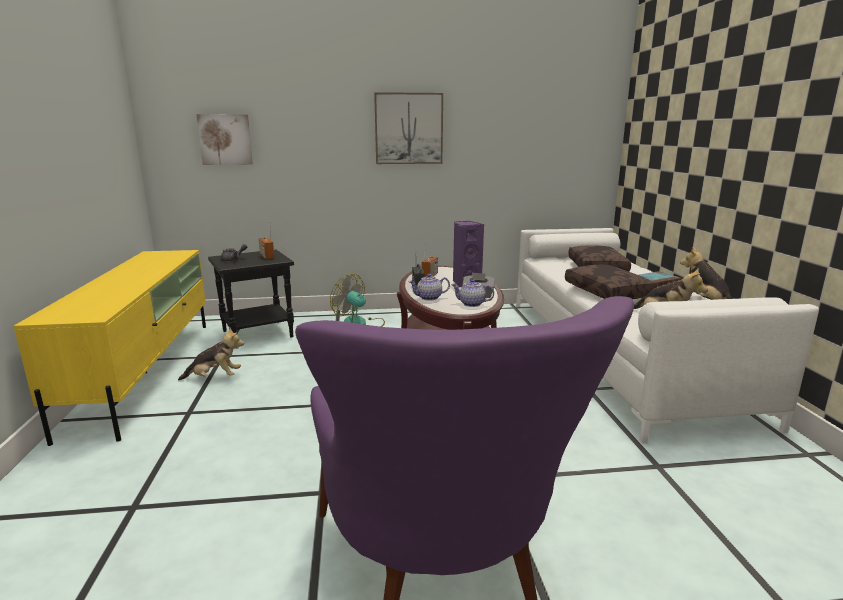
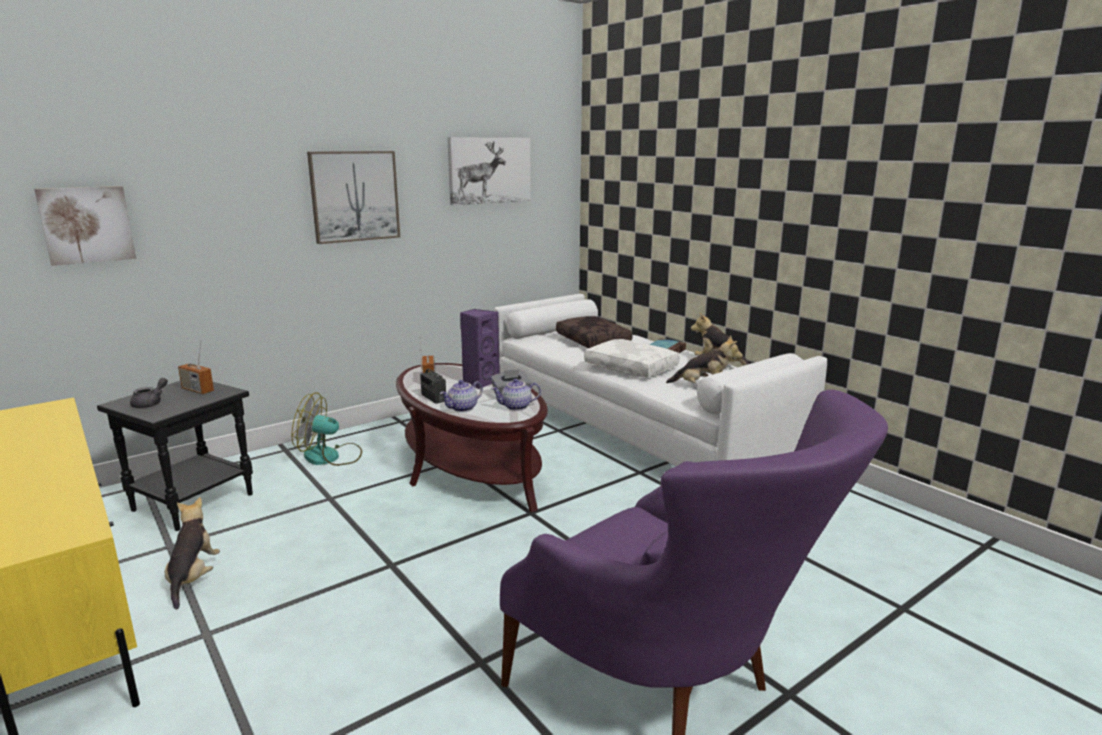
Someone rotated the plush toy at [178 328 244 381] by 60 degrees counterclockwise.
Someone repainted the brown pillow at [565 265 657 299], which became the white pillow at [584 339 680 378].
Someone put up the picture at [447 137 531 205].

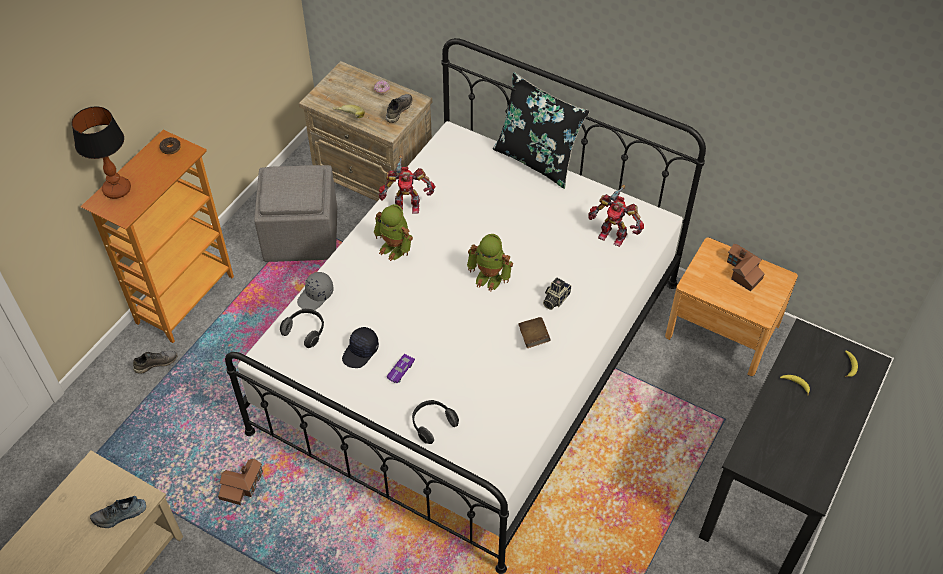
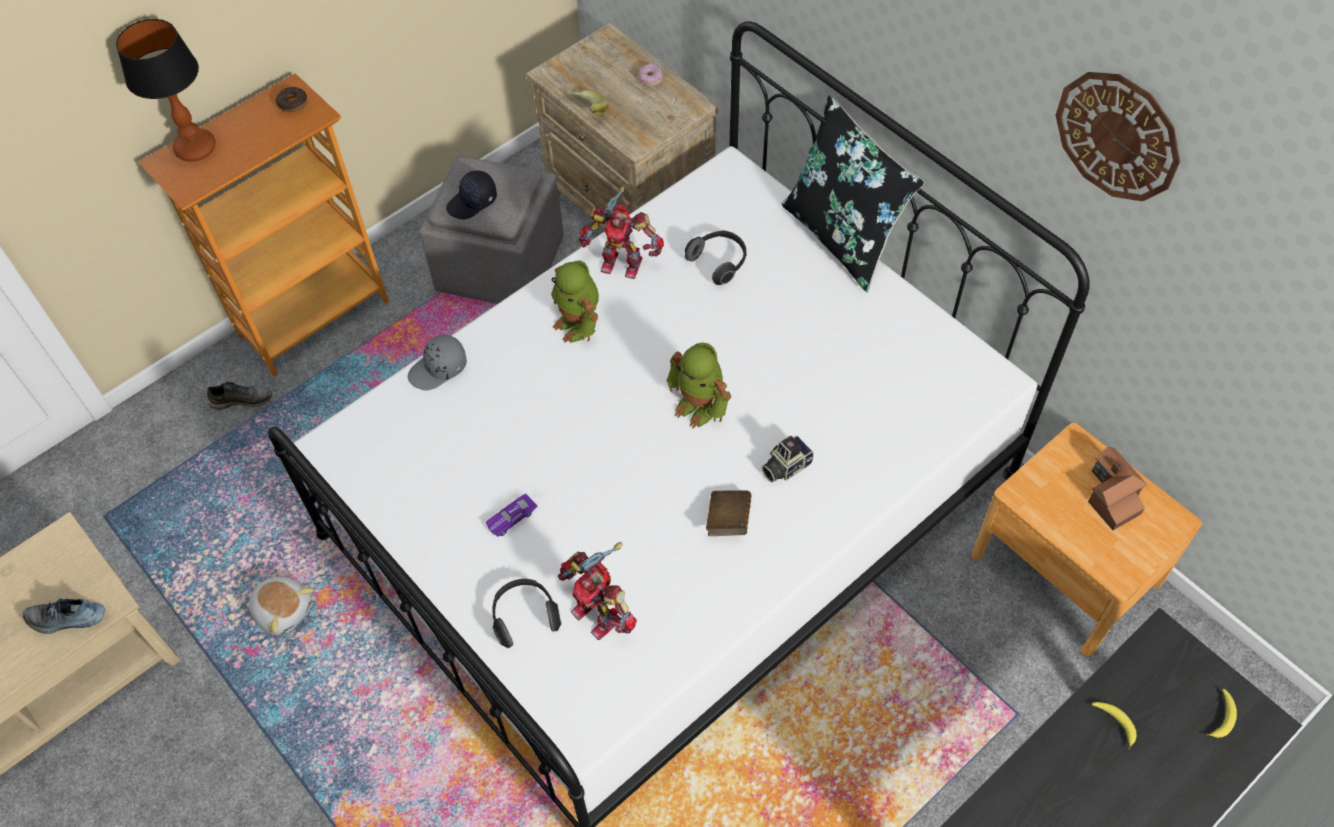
Someone swapped the toy house at [218 459 263 505] for the plush toy at [248 576 314 635].
Someone carried the headphones from [280 309 324 348] to [685 230 747 285].
Someone carried the black cap from [342 327 379 368] to [446 171 497 220].
Someone took away the grey shoe at [386 94 412 123].
Someone carried the toy robot from [589 185 644 247] to [558 542 637 640].
Someone put up the wall clock at [1055 72 1180 201].

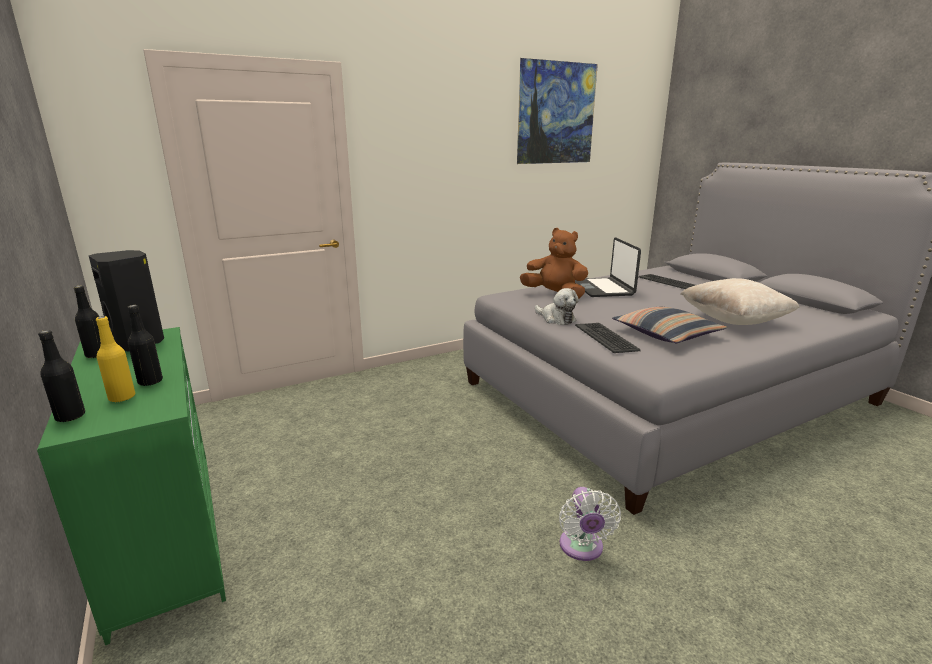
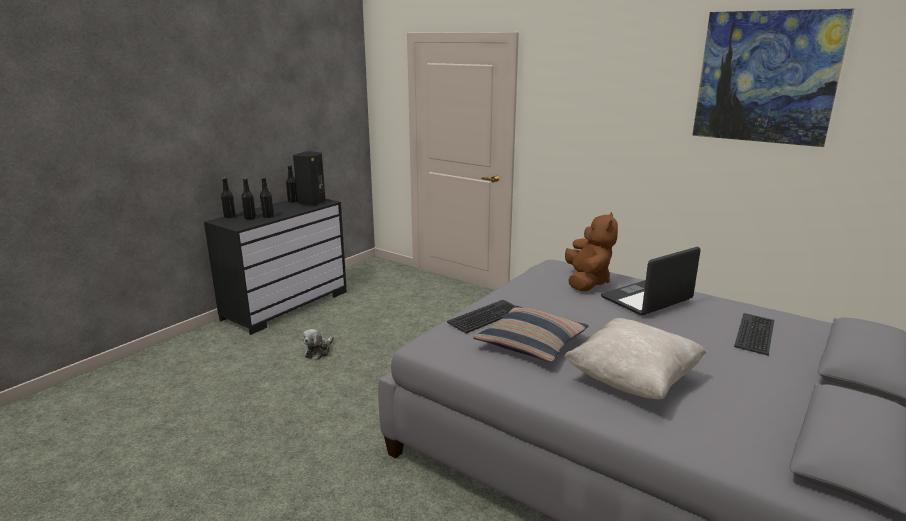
Someone repainted the green dresser at [37 327 226 645], which became the black dresser at [204 199 347 335].
Someone repainted the yellow bottle at [96 316 135 402], which became the black bottle at [242 178 256 219].
Someone carried the plush toy from [535 288 579 325] to [302 329 334 360].
Someone took away the white fan at [559 487 621 561].

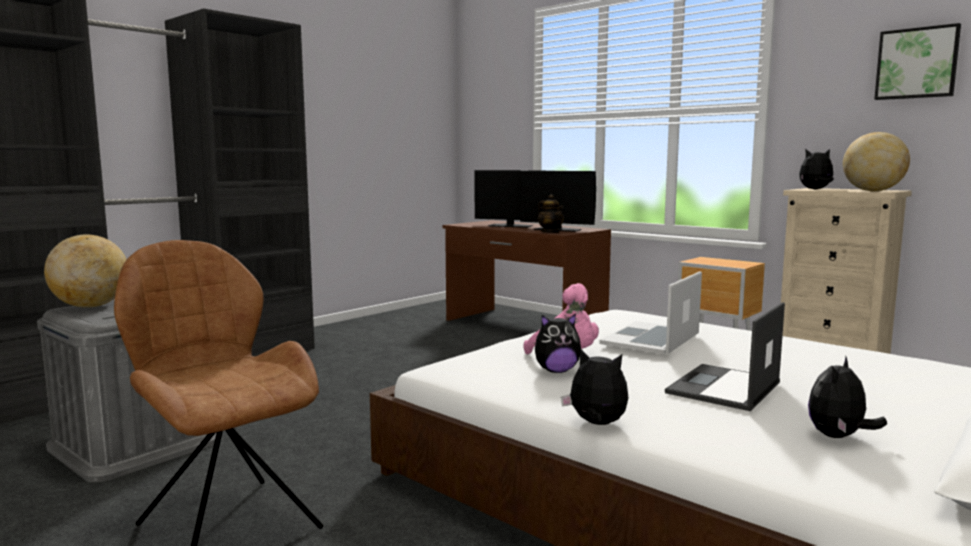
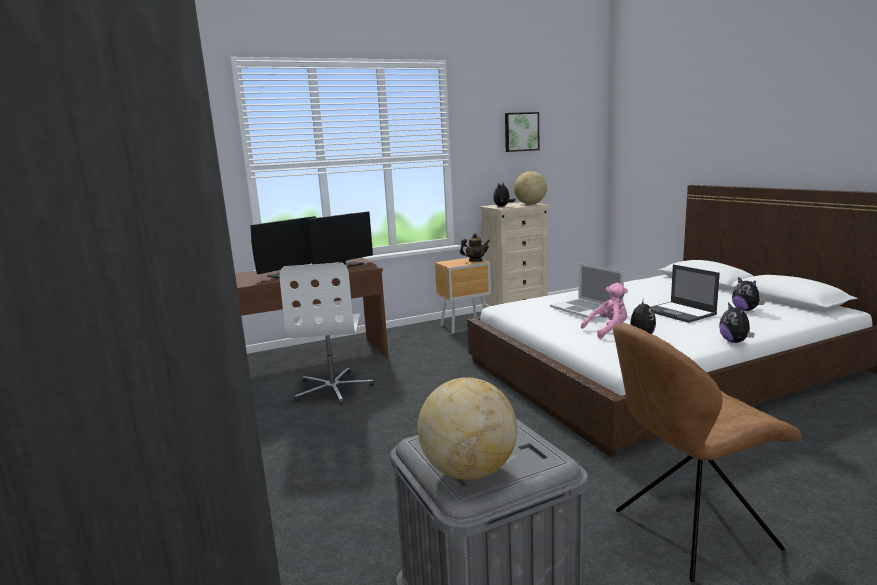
Someone carried the teapot from [538 194 564 233] to [460 233 490 262].
Someone rotated the plush toy at [561 349 629 425] by 60 degrees counterclockwise.
Someone put down the white office chair at [280 263 374 405].

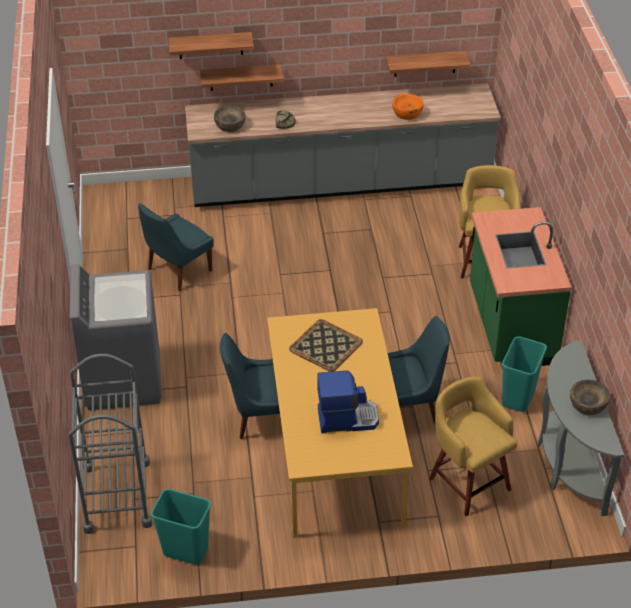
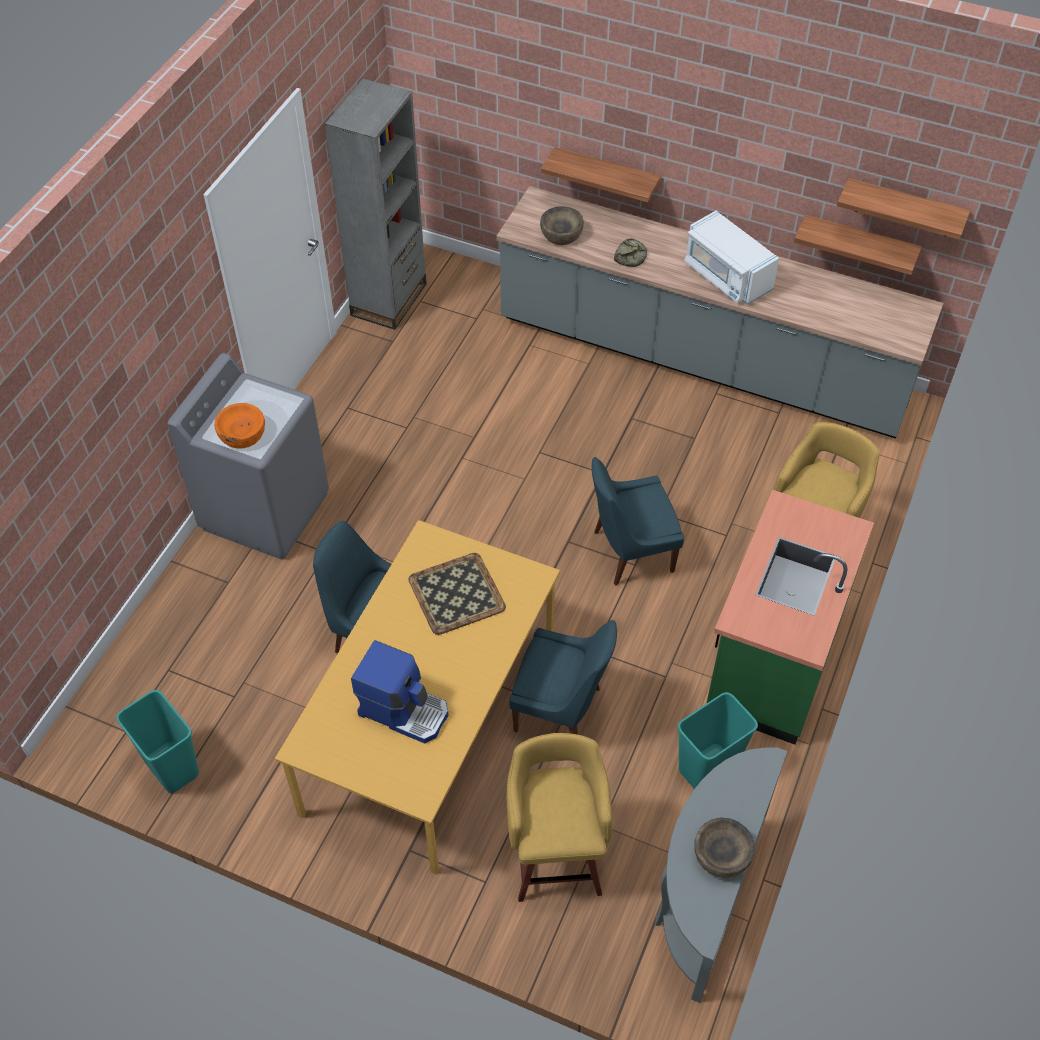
Someone took away the grey cart at [68 354 153 534].
Someone carried the blue chair from [138 203 214 291] to [592 457 684 585].
Someone carried the shelf from [168 32 254 59] to [837 178 970 240].
Someone carried the orange bowl from [392 94 424 120] to [214 403 265 448].
Someone put down the grey bookcase at [325 78 427 330].
Someone put down the white microwave at [684 211 779 304].

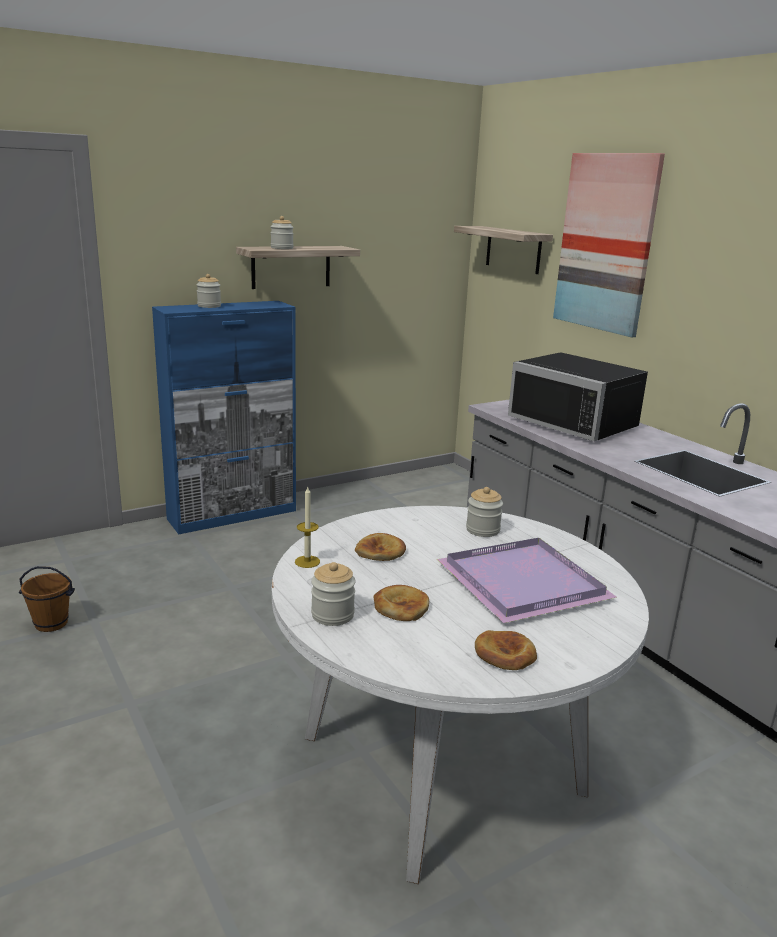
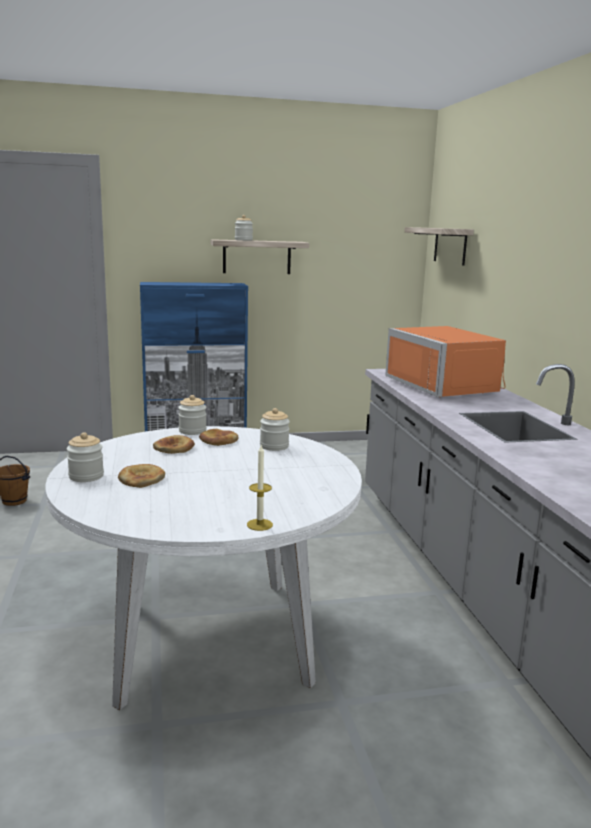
Someone carried the jar from [196 274 221 308] to [178 395 207 435].
Someone carried the candle from [295 487 320 568] to [247 445 273 531].
Someone took away the purple tray at [437 538 617 623].
Someone carried the bread from [475 630 537 670] to [199 429 238 446].
Someone repainted the black microwave at [508 352 648 441], which became the orange microwave at [385 326 506 397].
Someone took away the picture at [553 153 665 337].

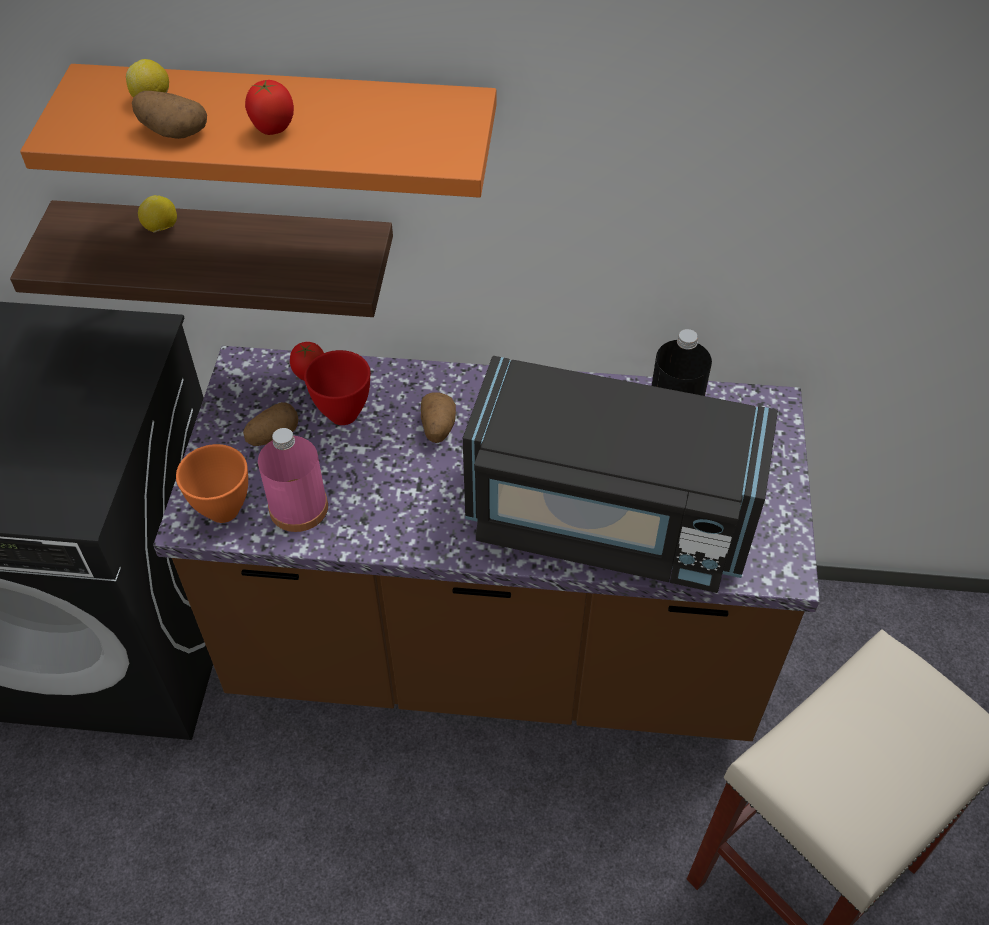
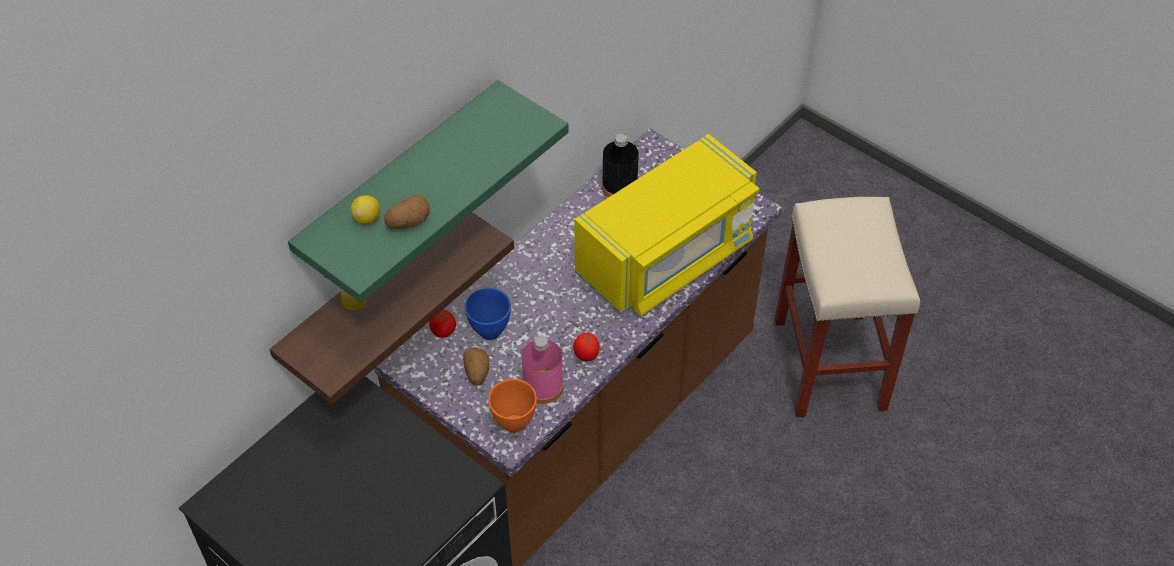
Someone repainted the orange shelf at [20 64 496 198], which became the green shelf at [288 80 568 303].
Someone carried the tomato from [245 80 294 135] to [573 333 600 361].
Someone repainted the red bowl at [304 350 371 425], which became the blue bowl at [465 288 511 340].
Someone took away the potato at [421 392 456 443].
Someone repainted the black microwave at [463 356 778 593], which became the yellow microwave at [574 134 760 316].

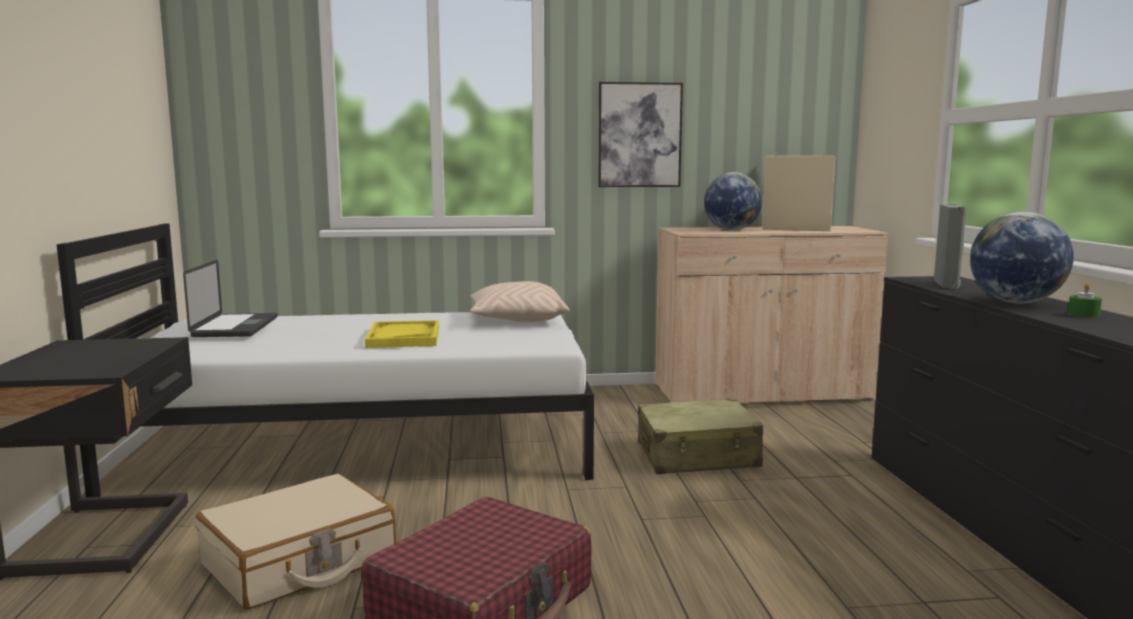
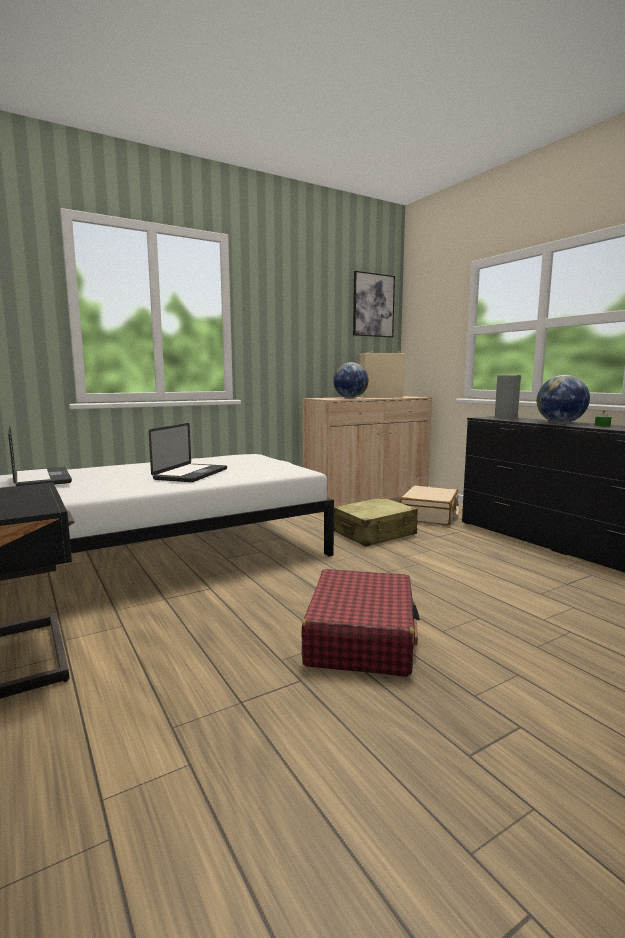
Someone carried the beige suitcase from [195 474 396 610] to [400 485 459 525].
Someone swapped the yellow tray at [365 320 439 348] for the laptop at [149 423 227 482].
Someone took away the beige pillow at [470 281 570 322].
Someone carried the picture from [598 82 683 187] to [353 271 395 338].

